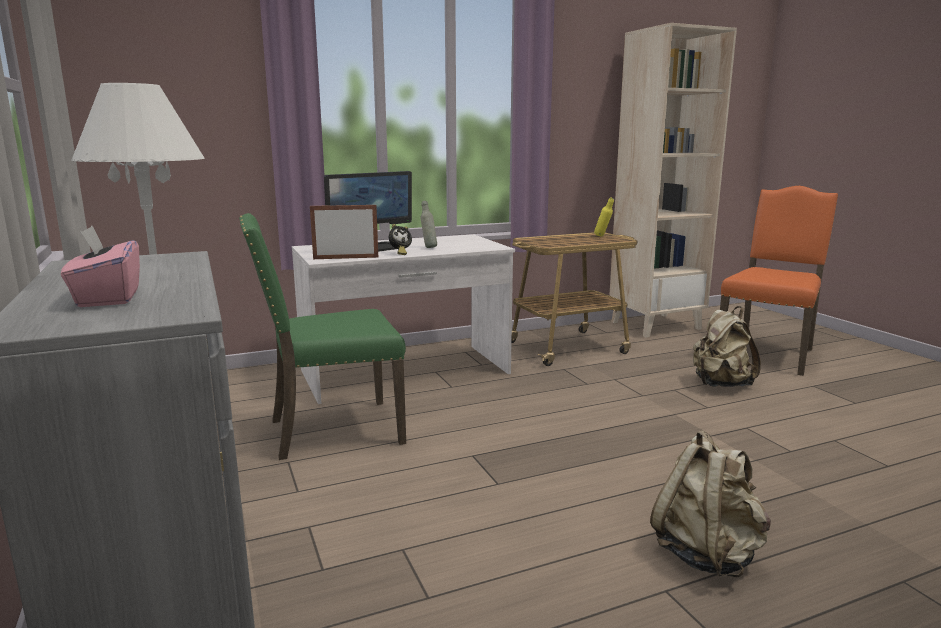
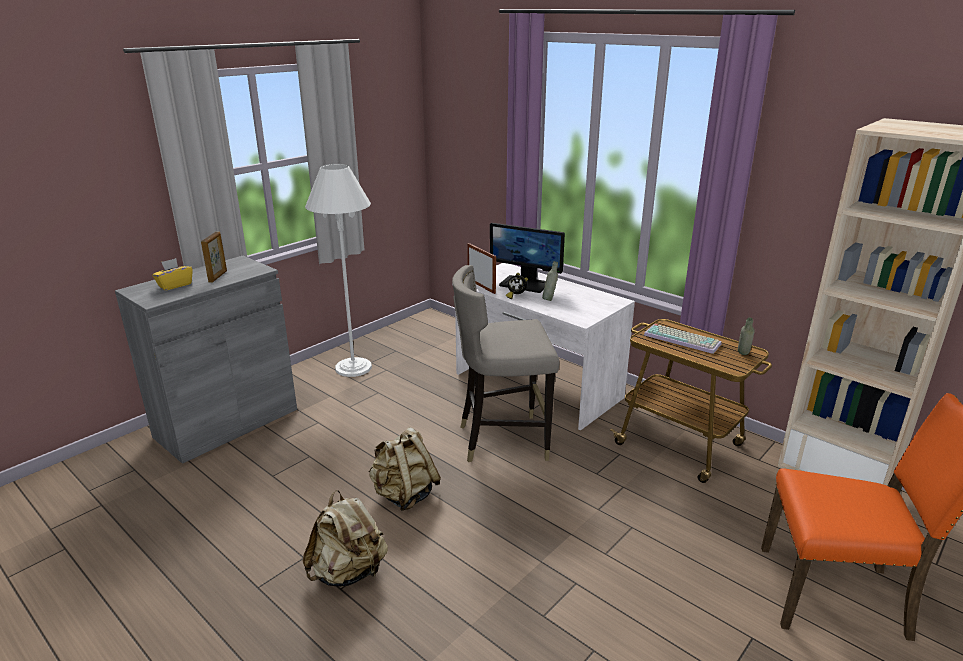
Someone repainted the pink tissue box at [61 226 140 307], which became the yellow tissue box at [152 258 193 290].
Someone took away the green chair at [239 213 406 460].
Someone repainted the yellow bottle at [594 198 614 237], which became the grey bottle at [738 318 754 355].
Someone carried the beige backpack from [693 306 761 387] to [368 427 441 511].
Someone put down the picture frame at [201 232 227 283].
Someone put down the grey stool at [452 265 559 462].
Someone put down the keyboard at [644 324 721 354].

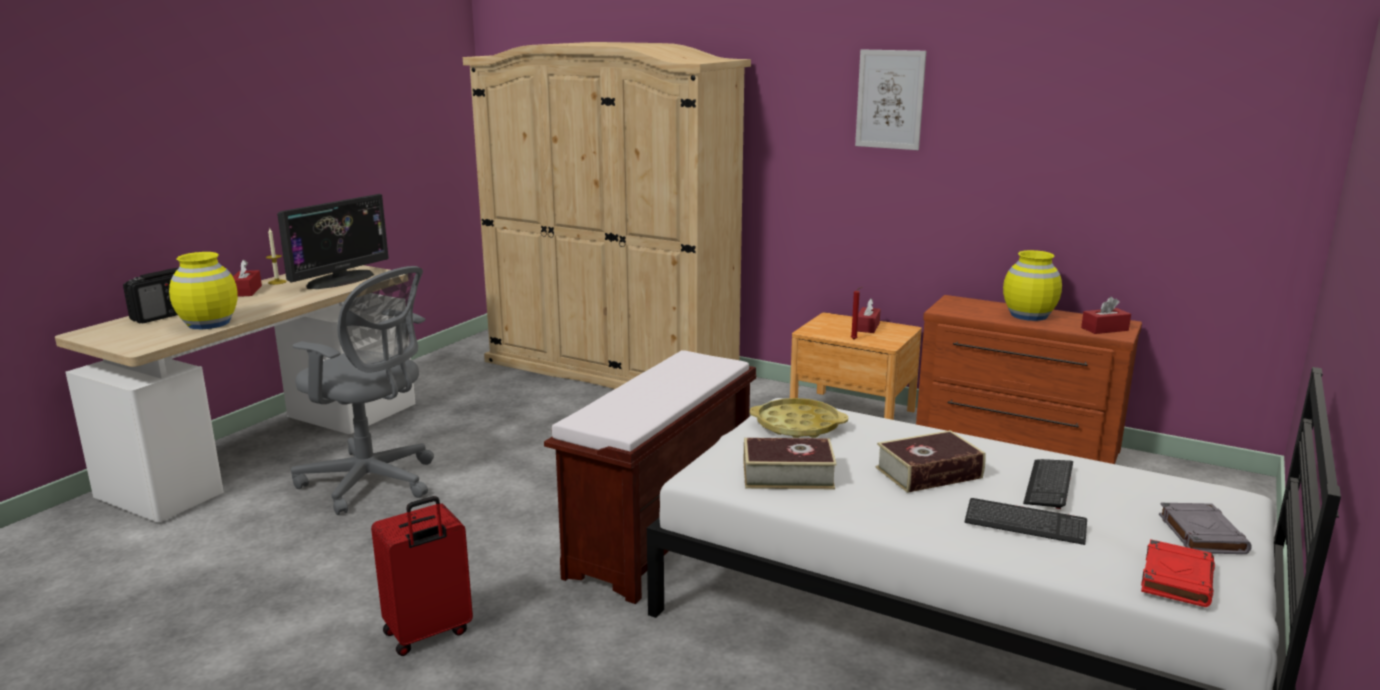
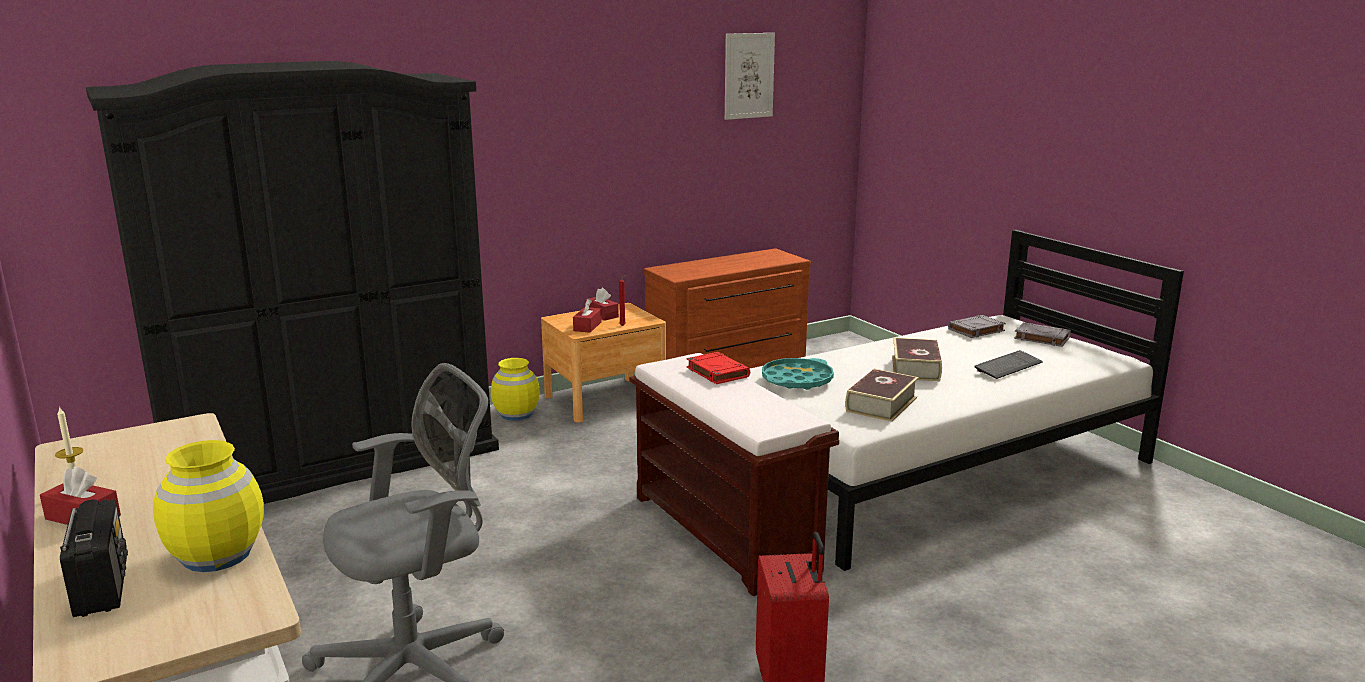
Someone took away the monitor at [277 194 389 289].
Someone repainted the beige wardrobe at [463 42 751 389], which became the black wardrobe at [86 61 499 504].
Someone repainted the yellow tray at [750 398 848 438], which became the turquoise tray at [762 358 834 390].
Someone carried the picture from [855 49 926 150] to [725 33 775 120].
Someone carried the yellow vase from [1003 250 1062 321] to [491 358 539 421].
Someone took away the keyboard at [1023 459 1073 509].
Someone carried the red tissue box from [1081 297 1131 334] to [573 299 602 333].
Someone carried the red book from [1141 539 1215 607] to [686 352 750 384].
Someone put down the grey book at [948 315 1006 338].

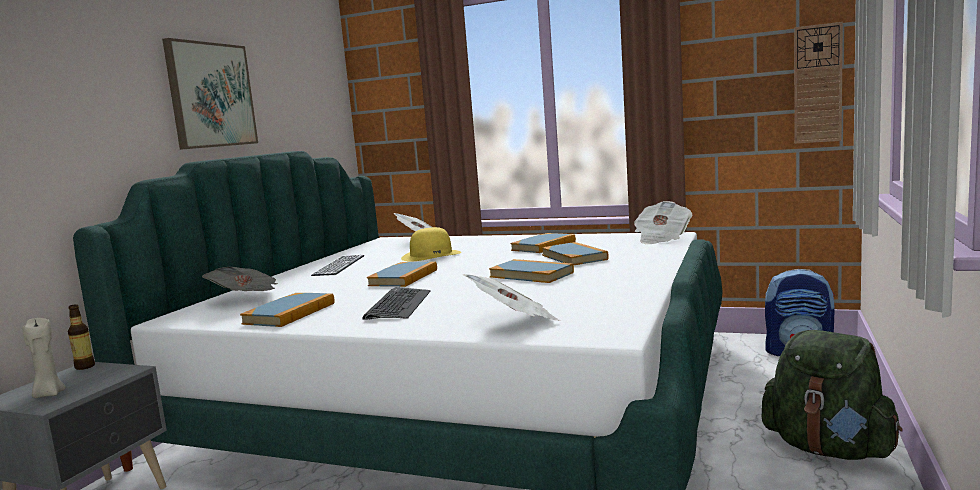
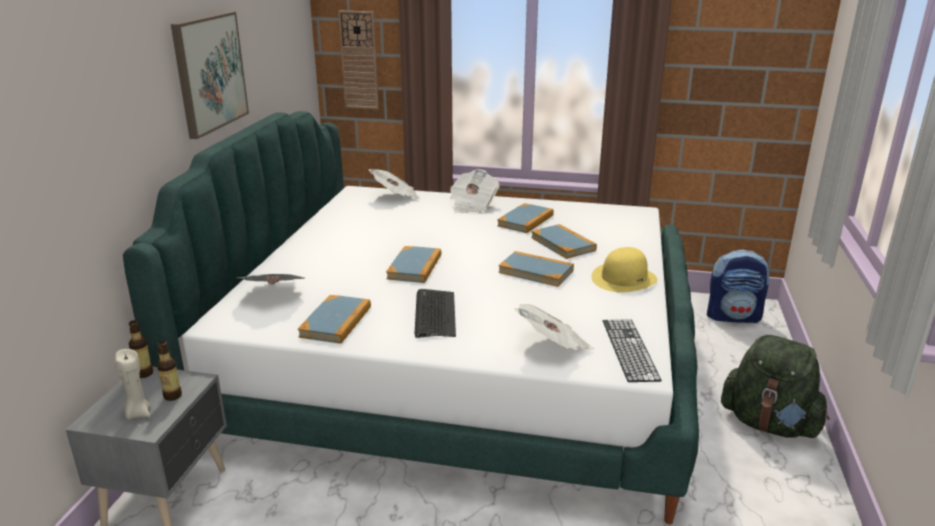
Someone carried the keyboard from [311 255 364 276] to [603 319 662 382].
Someone carried the yellow hat from [401 227 461 262] to [591 247 657 292].
Someone carried the newspaper from [634 201 693 244] to [450 169 500 213].
Someone carried the wall clock from [794 22 843 144] to [338 11 379 109].
Someone put down the bottle at [157 341 182 401].

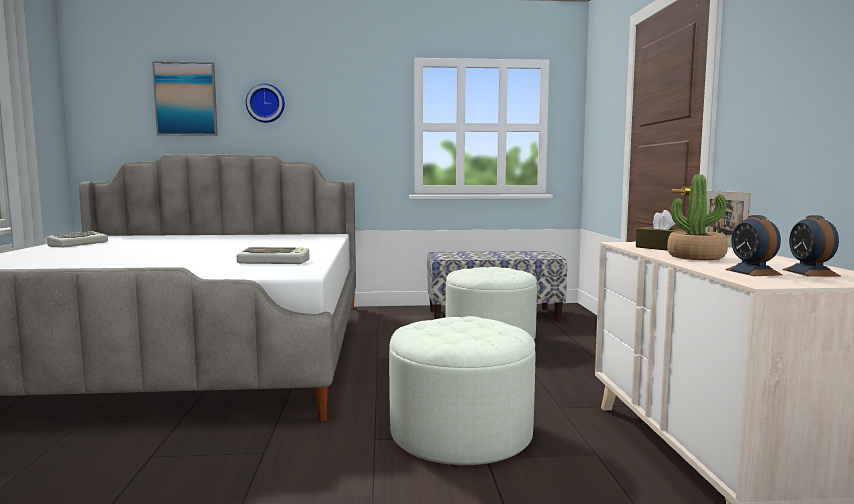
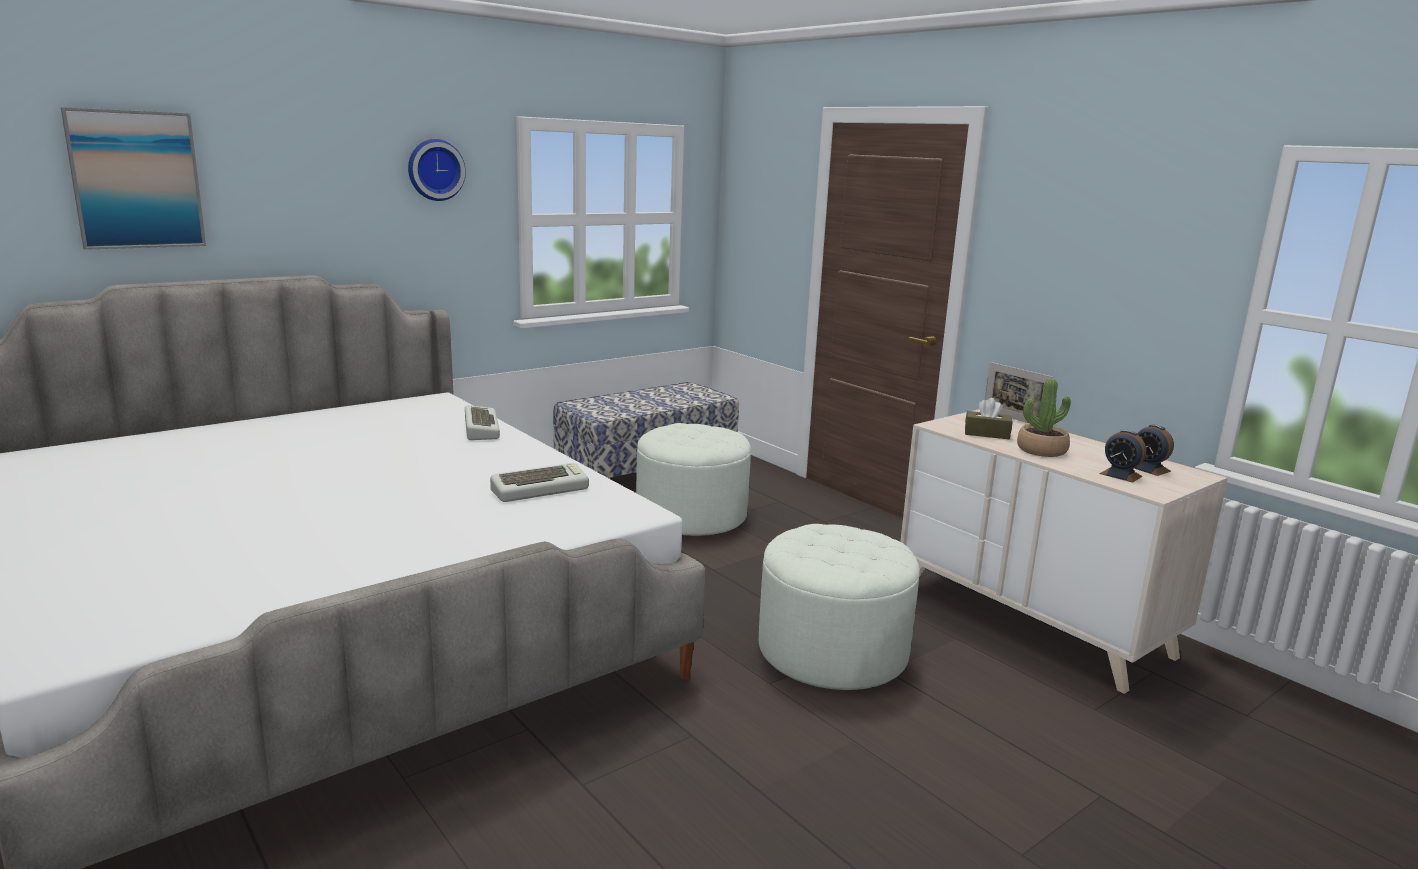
Someone carried the keyboard from [47 231 108 247] to [465 405 500 440].
Someone carried the wall clock from [246 83 285 123] to [408 139 466 201].

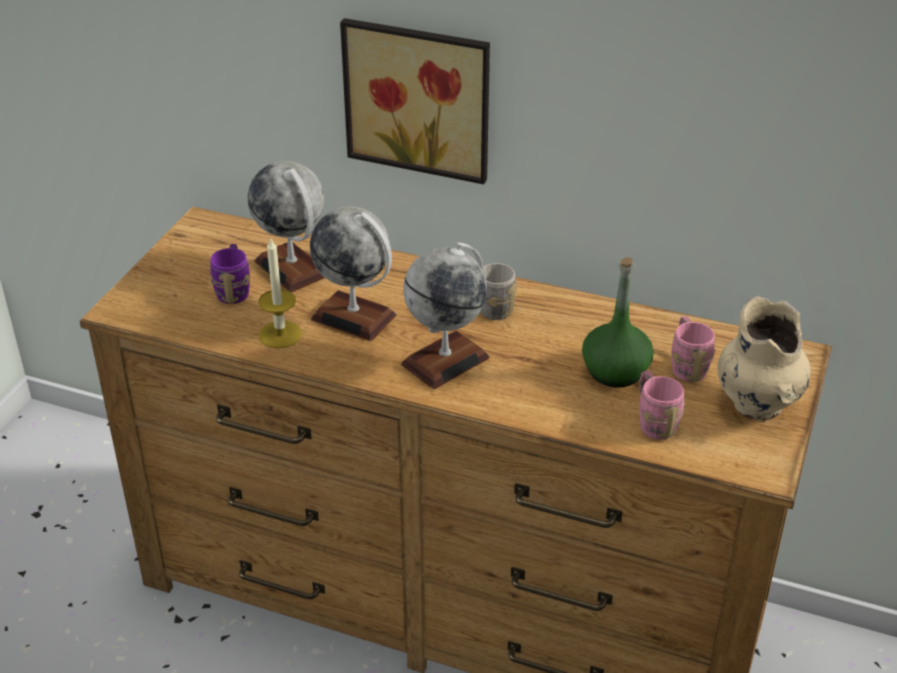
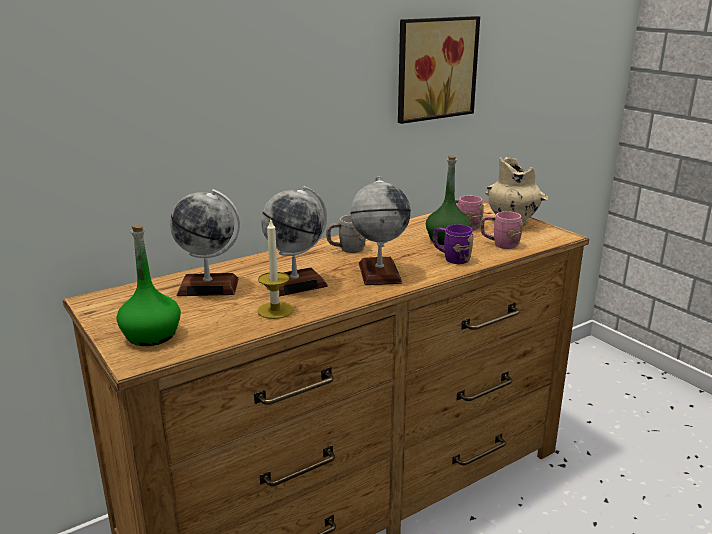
Someone carried the purple mug from [210 244 250 304] to [433 224 474 264].
Someone carried the picture from [340 18 490 184] to [398 16 480 124].
Someone put down the green bottle at [116 225 181 346].

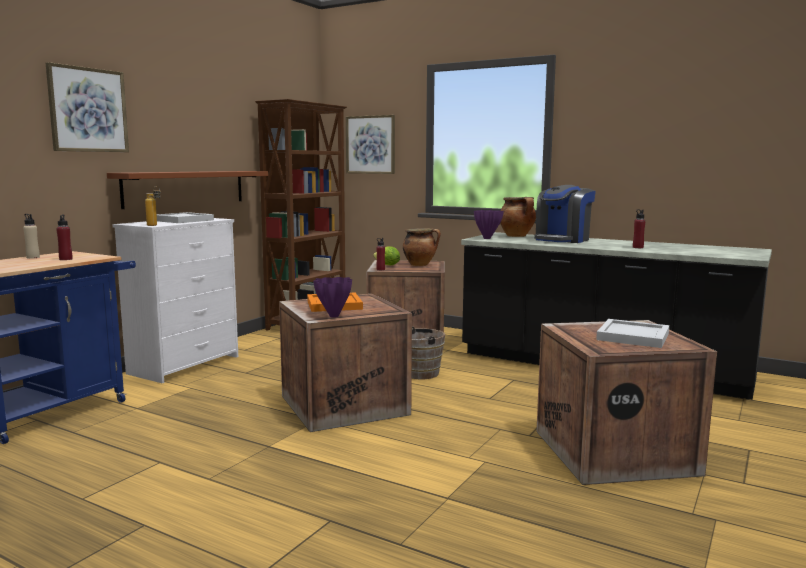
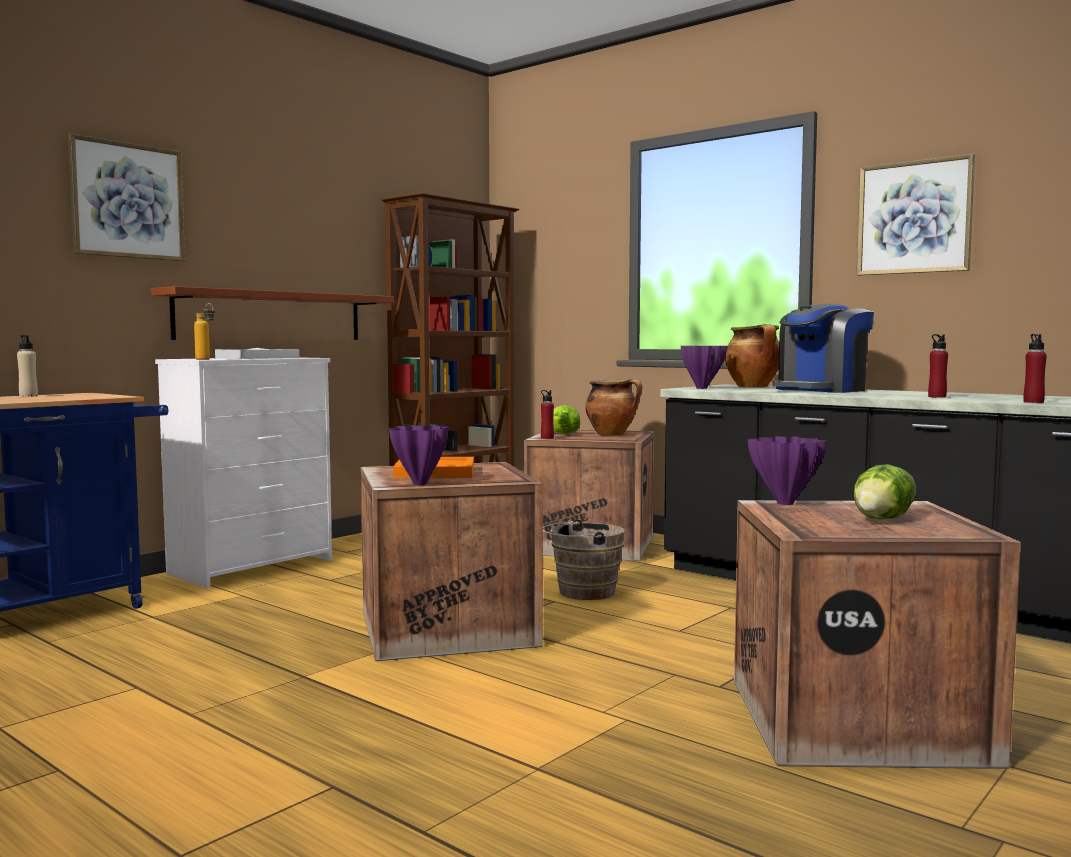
Someone carried the red bottle from [56 214 73 260] to [1023 334 1047 403].
Someone carried the picture from [346 115 395 174] to [857 154 975 276].
Someone swapped the white tray at [596 319 669 348] for the lettuce at [854 464 916 520].
Someone put down the purple vase at [747 436 827 505].

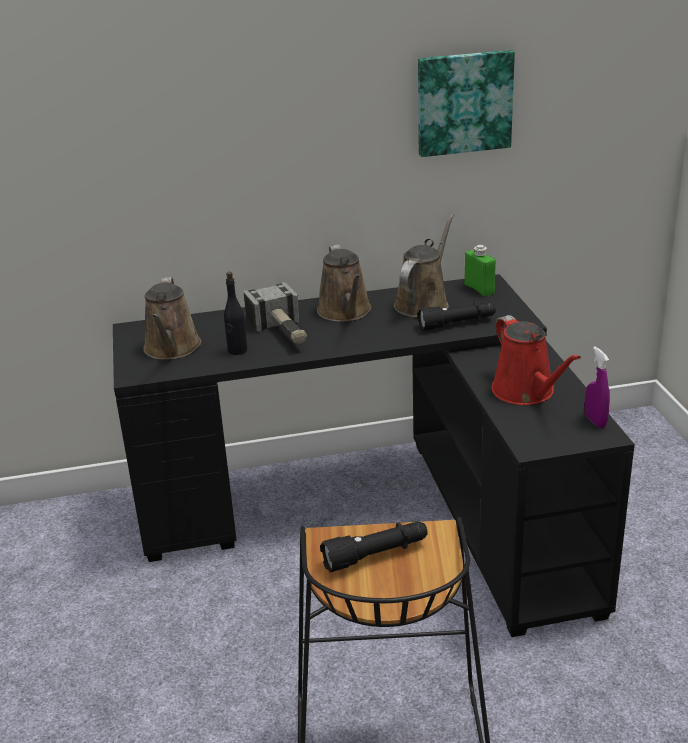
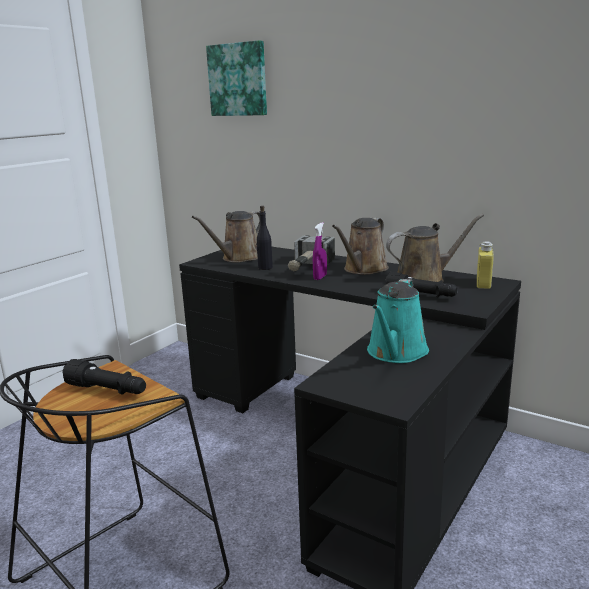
Someone carried the picture from [418 50 515 157] to [206 40 267 116].
Someone repainted the green bottle at [464 245 496 296], which became the yellow bottle at [477 241 494 289].
Someone repainted the red watering can at [492 315 581 405], which became the turquoise watering can at [367 279 429 363].
Someone carried the purple spray bottle from [585 347 610 428] to [313 222 327 280].

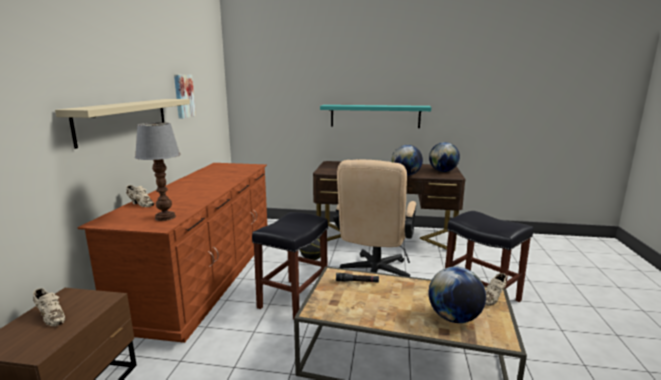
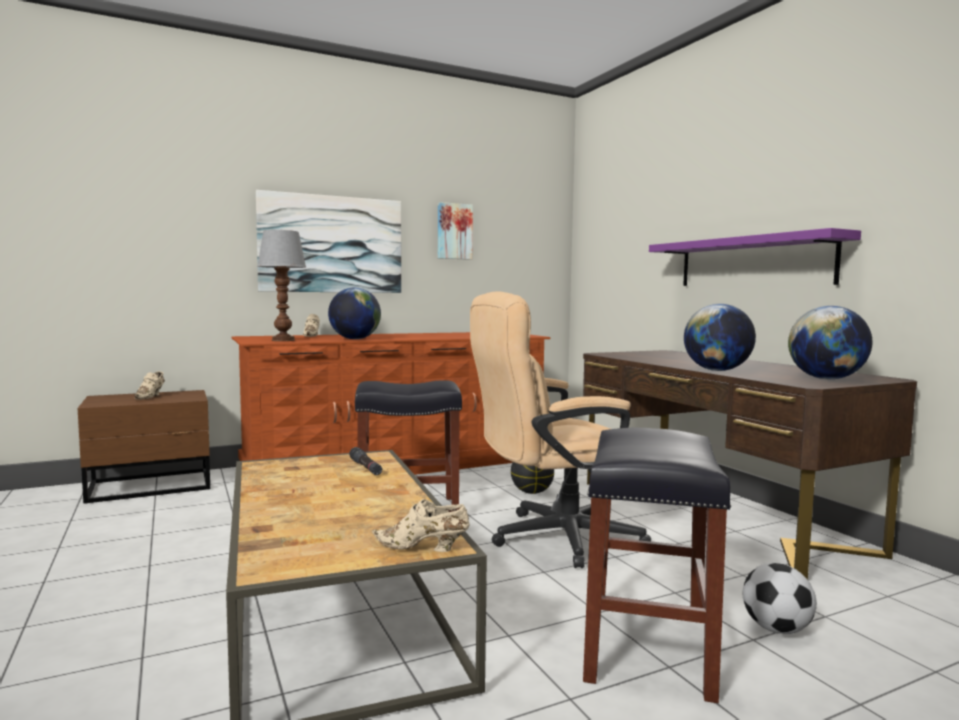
Someone swapped the beige shelf at [55 99 190 149] for the picture at [256 190 401 293].
Someone repainted the turquoise shelf at [320 105 431 128], which became the purple shelf at [649 228 861 286].
Someone carried the globe from [429 267 486 323] to [328 288 381 339].
Someone put down the football at [743 563 817 634].

